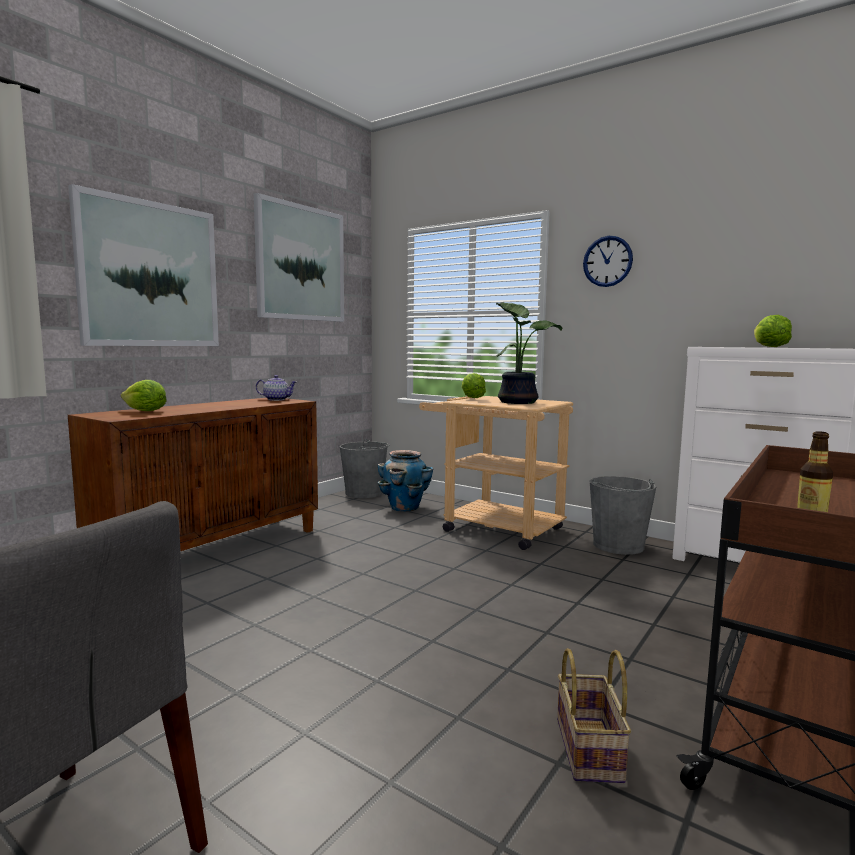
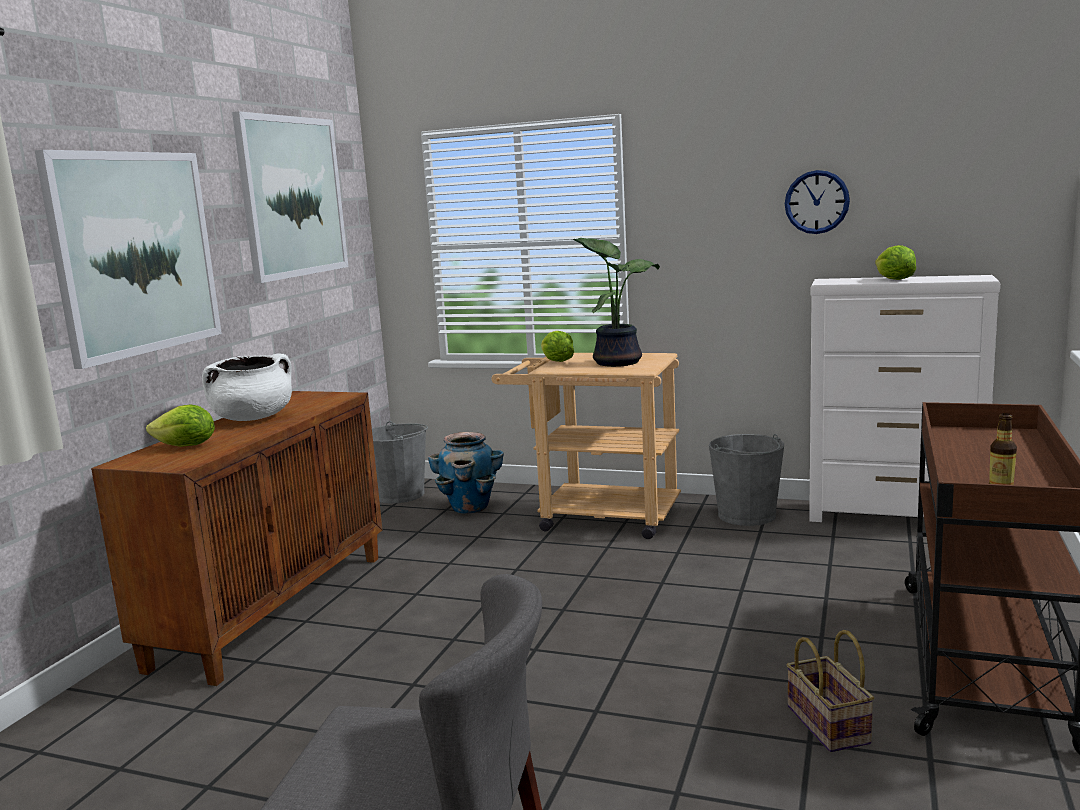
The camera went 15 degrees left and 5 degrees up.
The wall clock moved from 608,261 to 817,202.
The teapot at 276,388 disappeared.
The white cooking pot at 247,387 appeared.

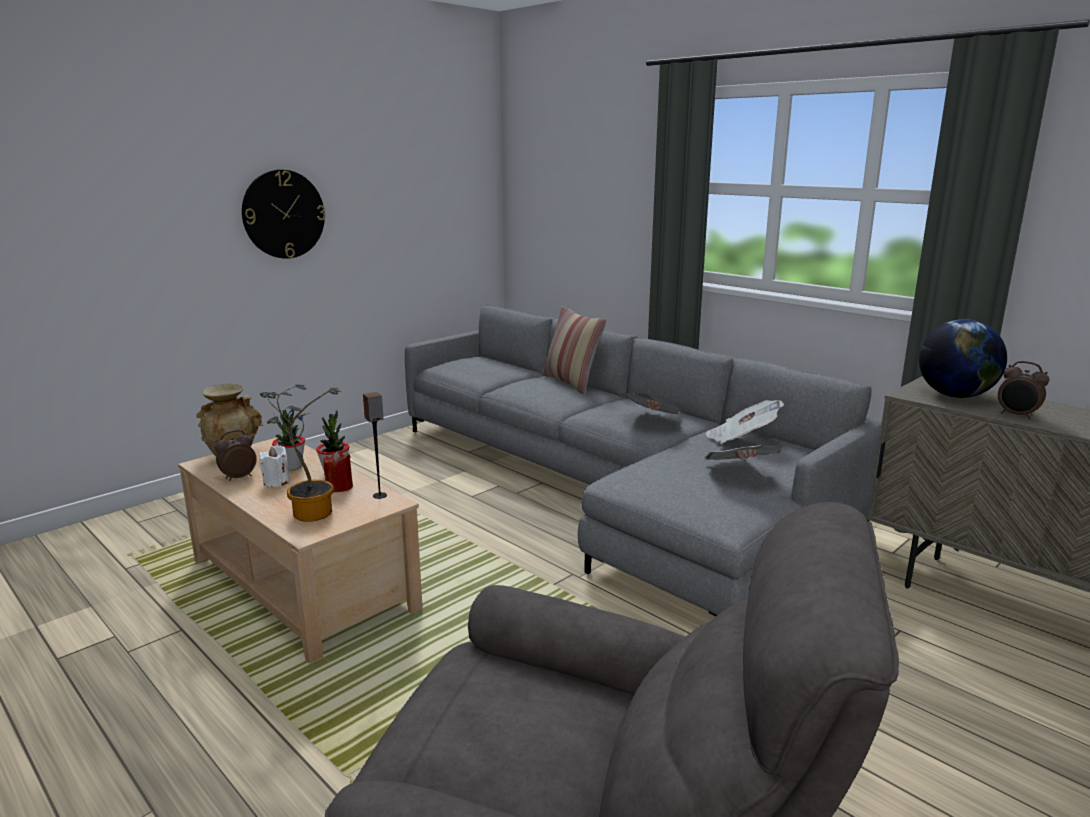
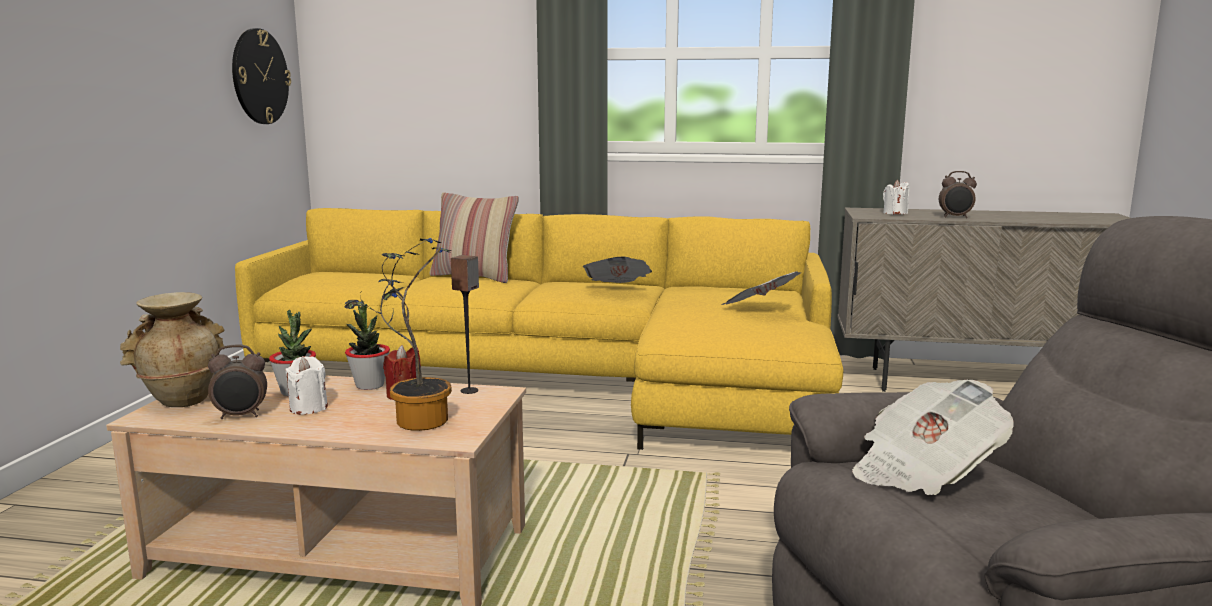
The camera went 35 degrees left and 5 degrees down.
The wall clock moved from 284,214 to 261,76.
The grey sofa at 643,461 became the yellow sofa at 539,329.
The globe at 963,358 was replaced by the white candle at 896,197.
The newspaper moved from 745,422 to 933,437.
The alarm clock at 235,455 turned 120 degrees counterclockwise.

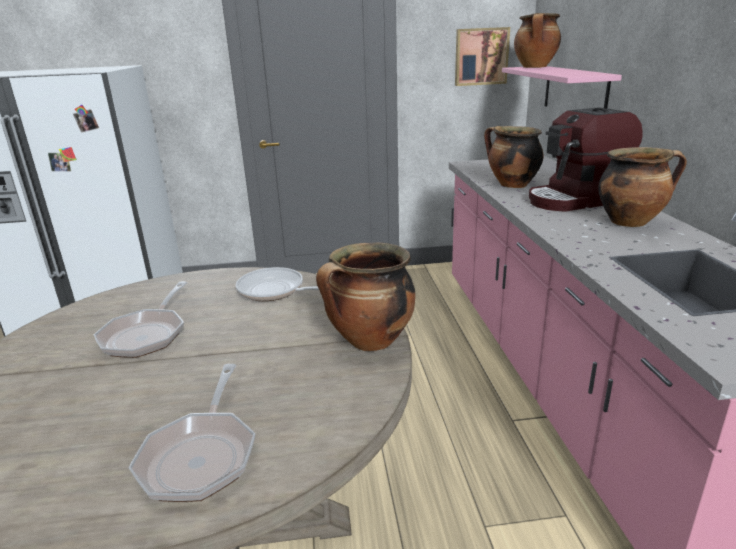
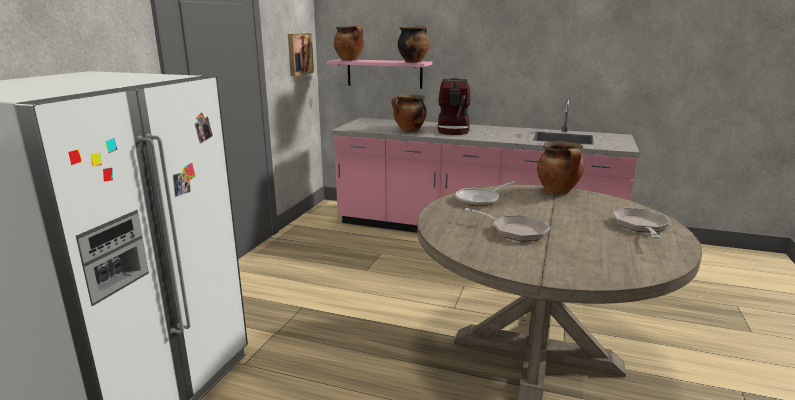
The camera went 65 degrees left and 5 degrees down.
The cooking pot moved from 643,187 to 414,44.
The frying pan at 191,433 turned 105 degrees counterclockwise.

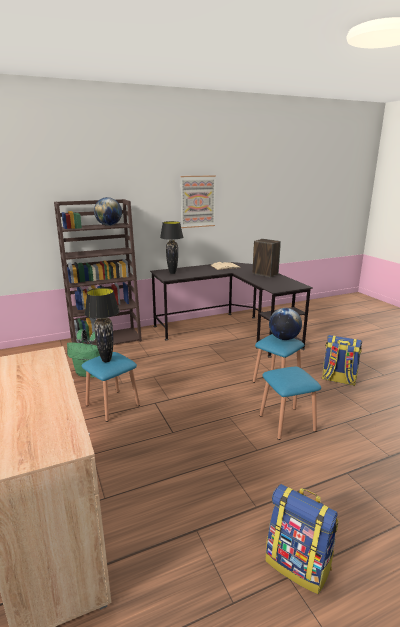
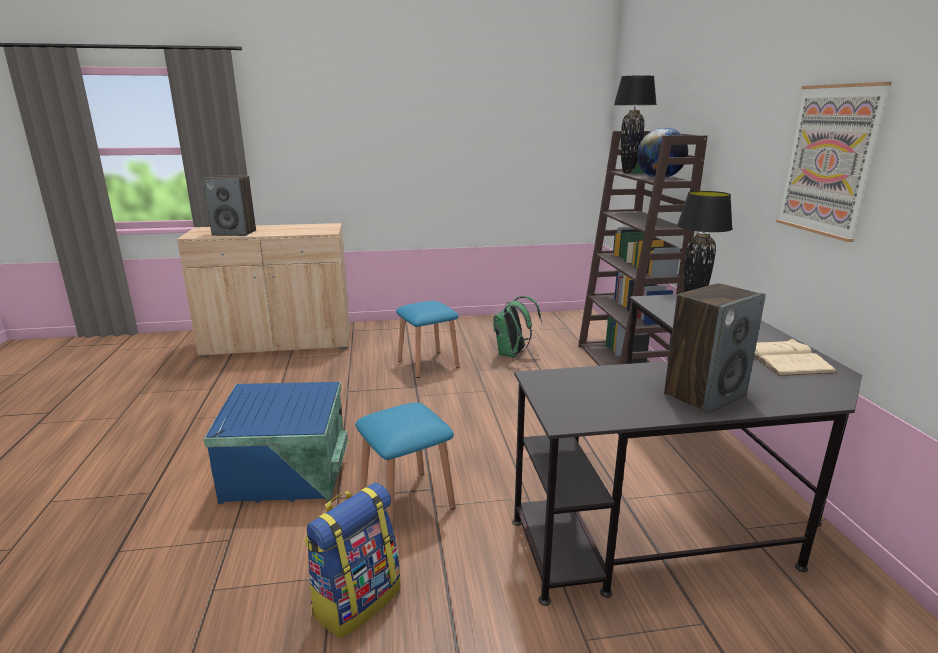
The camera went 105 degrees right and 0 degrees up.
The black table lamp moved from 102,325 to 635,124.
The globe at 285,324 disappeared.
The blue stool at 290,403 was replaced by the blue storage box at 276,443.
The backpack at 302,539 disappeared.
The speaker at 229,206 appeared.

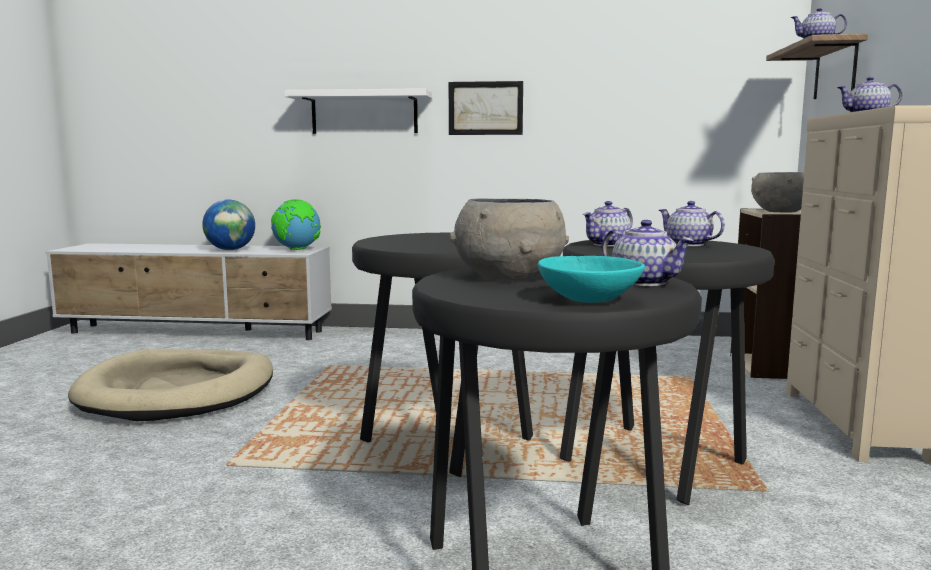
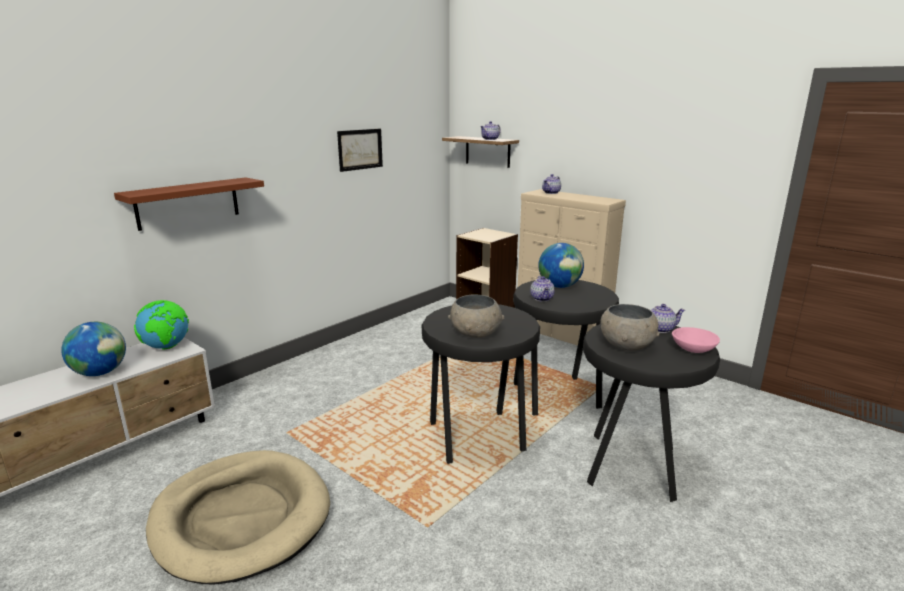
The camera went 55 degrees left and 10 degrees up.
The picture moved from 486,108 to 360,150.
The white shelf at 358,111 became the brown shelf at 189,204.
The grey bowl moved from 777,192 to 476,316.
The teapot at 692,223 was replaced by the globe at 561,265.
The turquoise bowl at 591,279 became the pink bowl at 696,340.

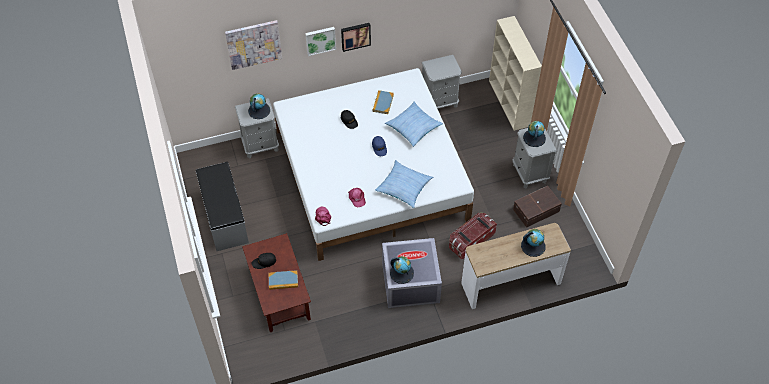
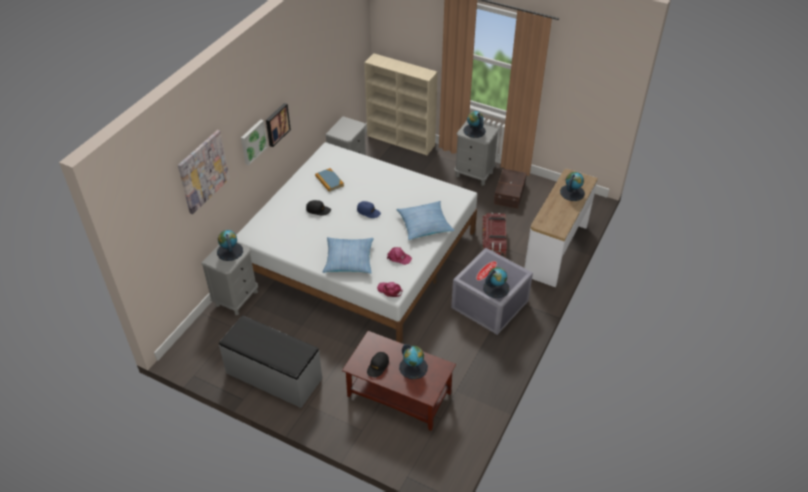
The camera went 45 degrees left and 10 degrees down.
The pillow moved from 414,124 to 348,255.
The book at 283,280 was replaced by the globe at 413,361.

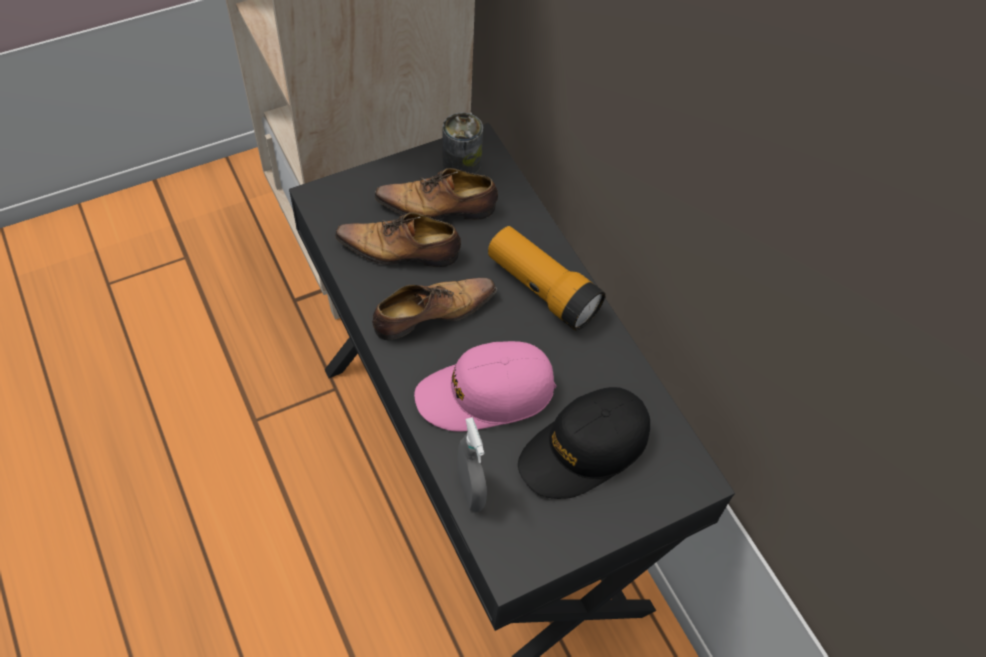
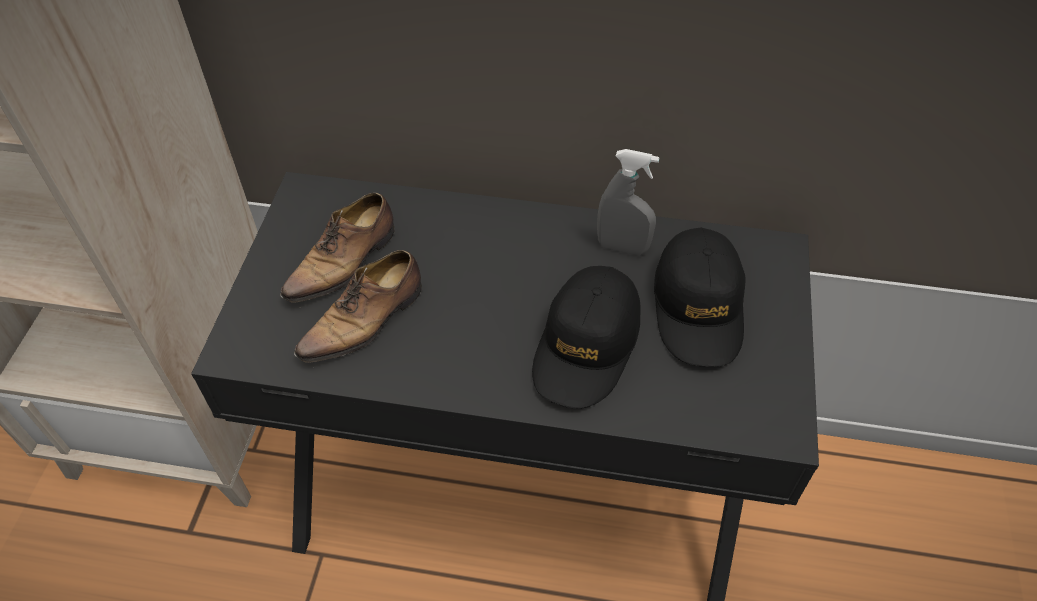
The camera went 50 degrees left and 5 degrees down.
The can at 462,143 disappeared.
The flashlight at 546,278 disappeared.
The shoe at 434,309 disappeared.
The pink cap at 485,386 became the black cap at 586,337.
The grey spray bottle moved from 472,464 to 628,202.

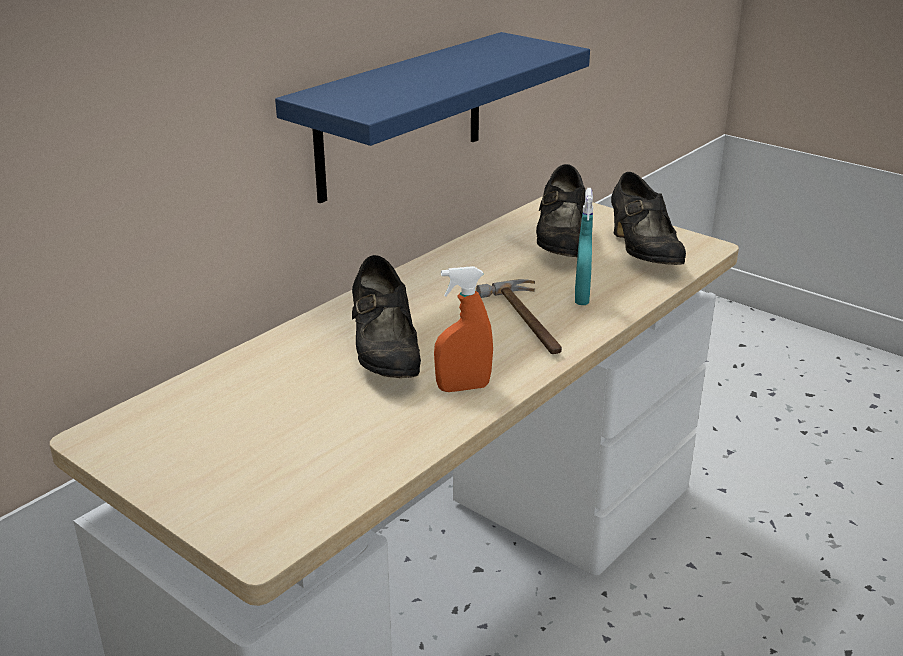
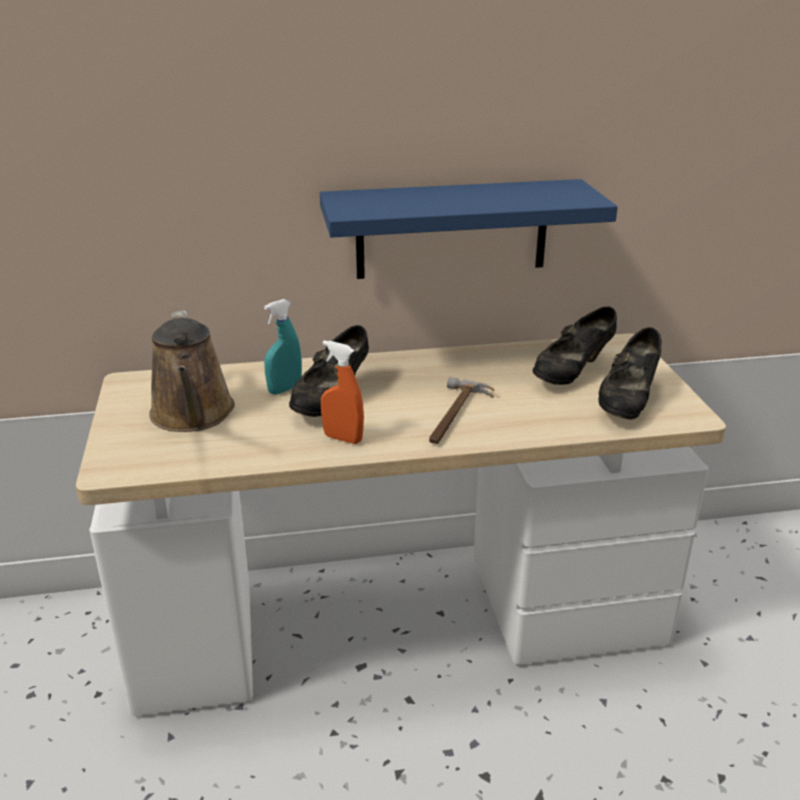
The camera went 40 degrees right and 0 degrees up.
The turquoise spray bottle moved from 584,246 to 283,347.
The brown watering can at 192,371 appeared.

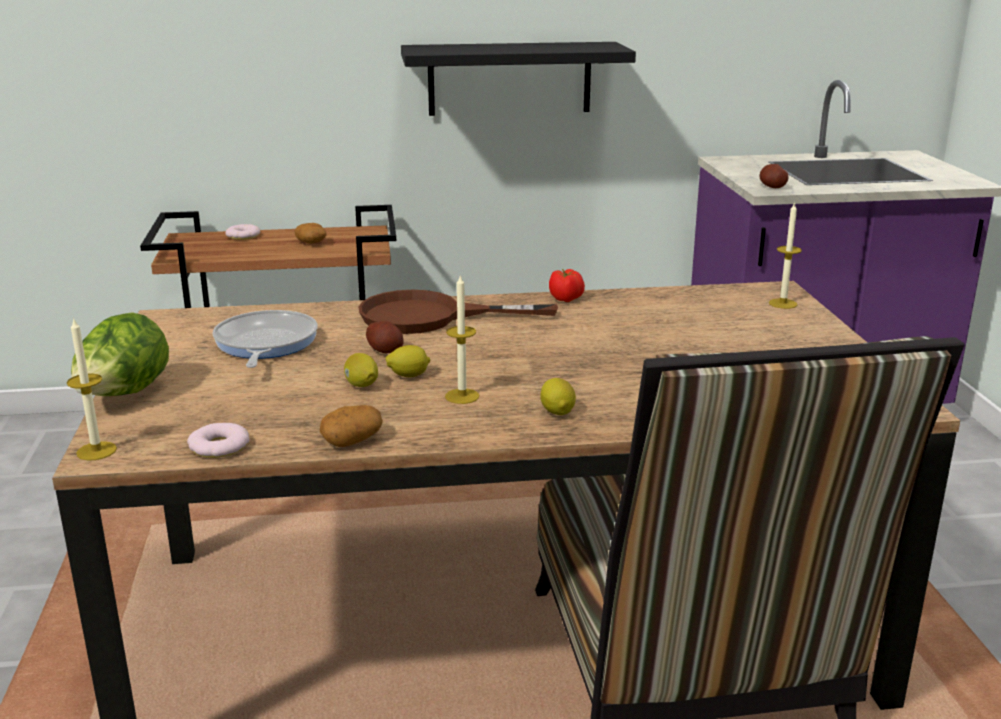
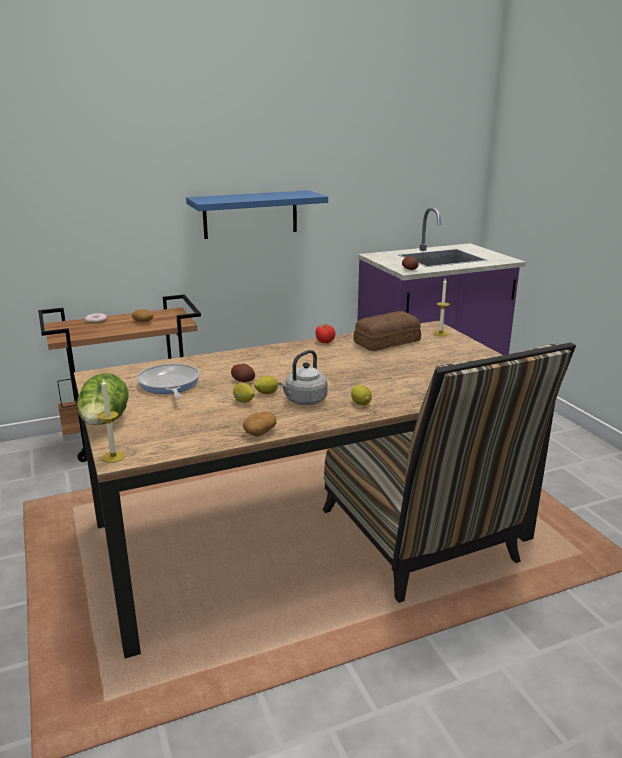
The camera went 15 degrees left and 0 degrees up.
The black shelf at 518,79 became the blue shelf at 257,214.
The candle at 462,339 was replaced by the grey kettle at 303,377.
The brown frying pan at 458,312 disappeared.
The donut at 218,440 disappeared.
The bread at 387,331 appeared.

